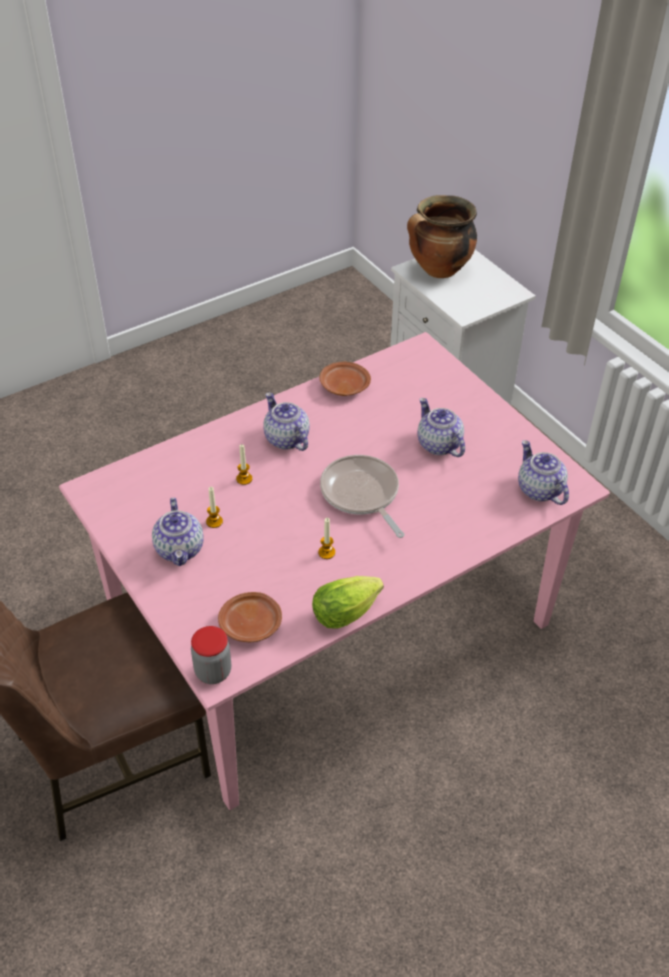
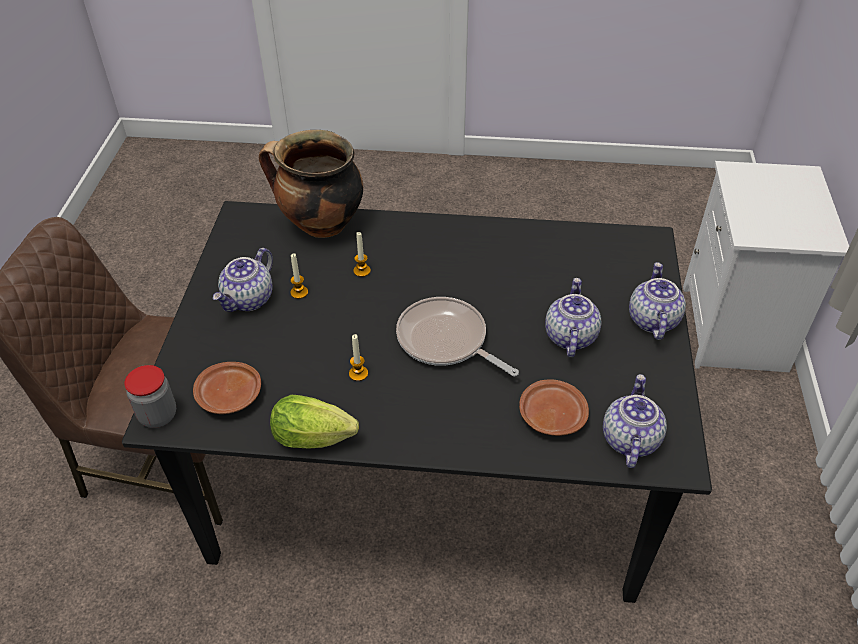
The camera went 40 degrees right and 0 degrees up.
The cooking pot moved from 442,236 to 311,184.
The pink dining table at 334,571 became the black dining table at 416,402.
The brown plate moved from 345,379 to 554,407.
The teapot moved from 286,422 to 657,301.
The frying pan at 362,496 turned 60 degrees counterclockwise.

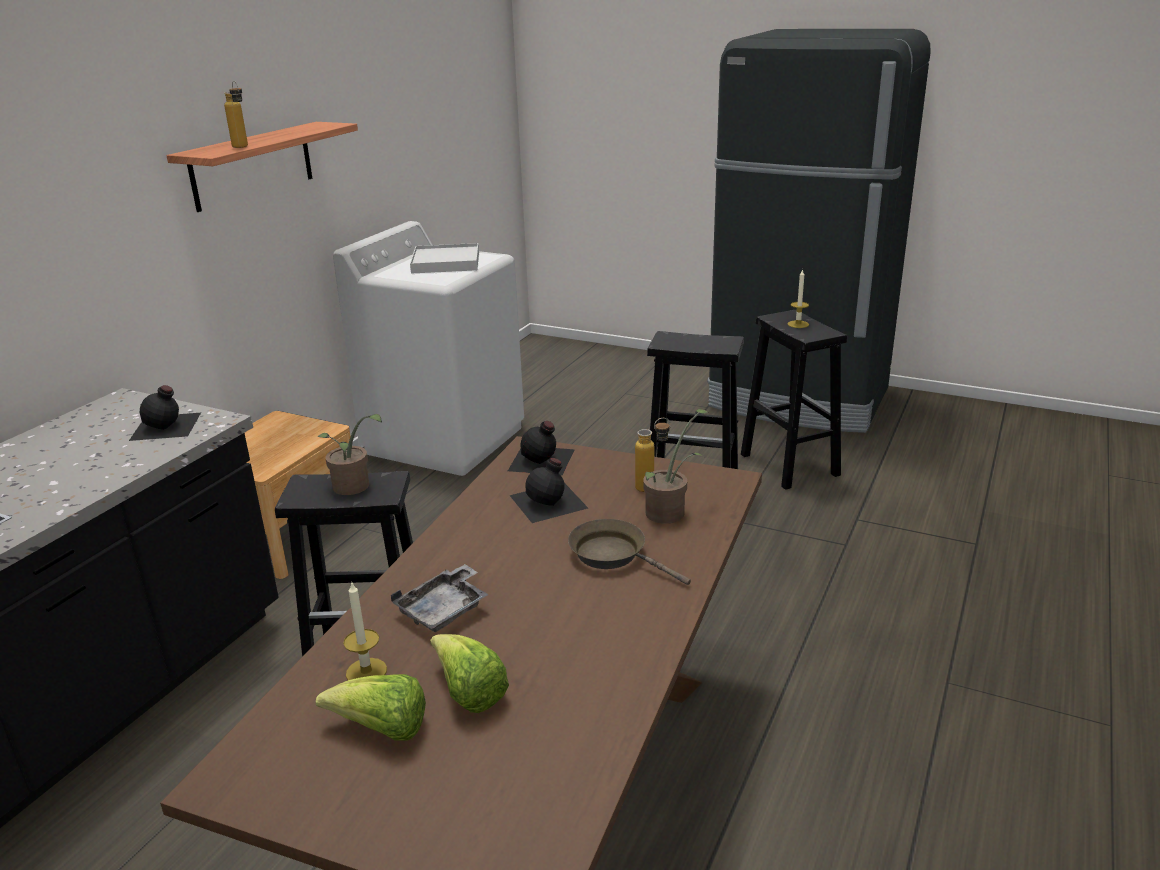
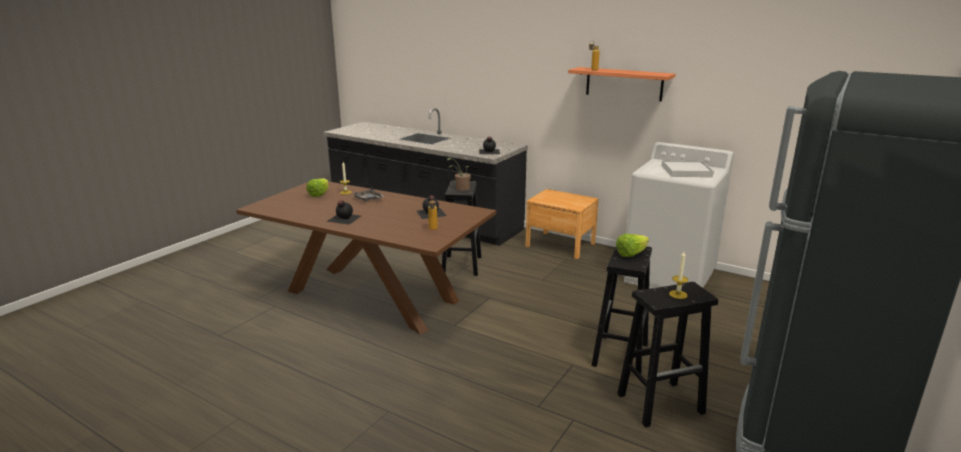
The camera went 95 degrees right and 5 degrees down.
The potted plant at 675,466 disappeared.
The black bottle moved from 541,448 to 343,212.
The brown frying pan at 629,552 disappeared.
The lettuce moved from 469,673 to 632,245.

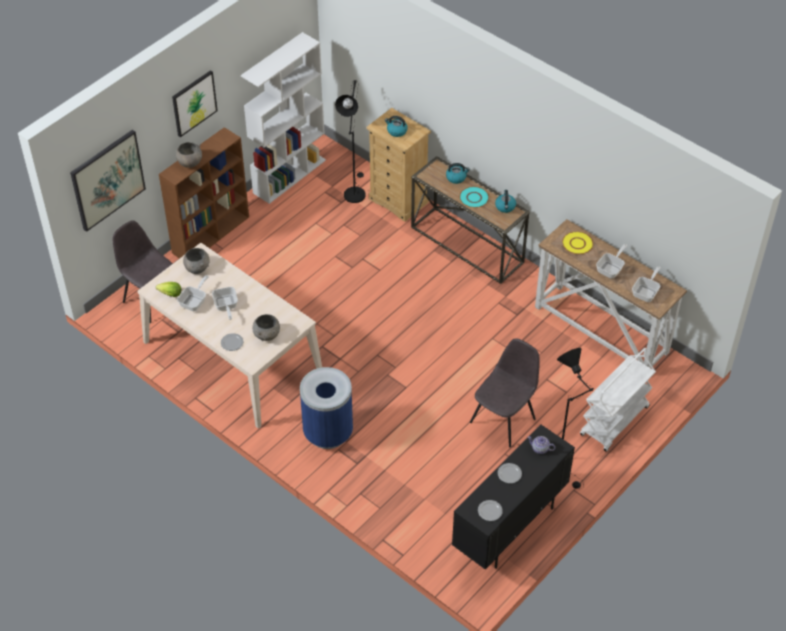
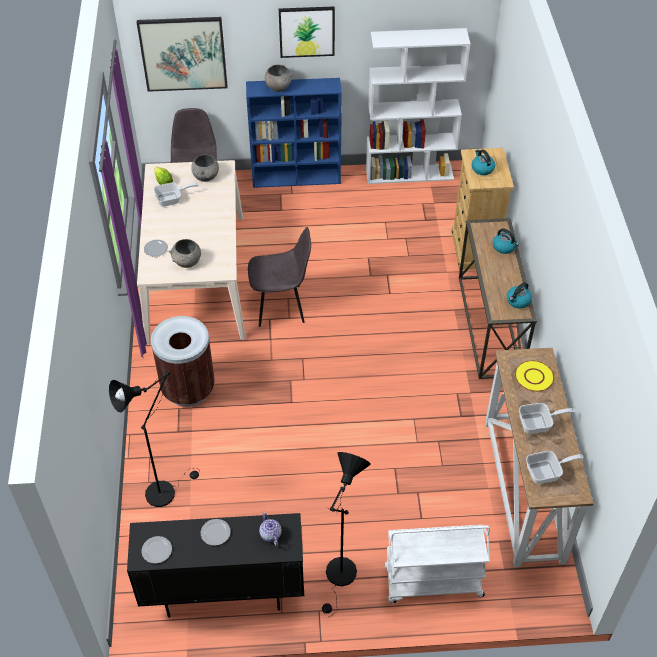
The camera went 45 degrees right and 0 degrees up.
The black floor lamp moved from 350,141 to 154,438.
The brown bookcase at 204,193 became the blue bookcase at 294,133.
The turquoise plate at 474,197 disappeared.
The frying pan at 225,303 disappeared.
The grey chair moved from 505,392 to 279,277.
The blue trash can at 326,408 became the brown trash can at 183,361.

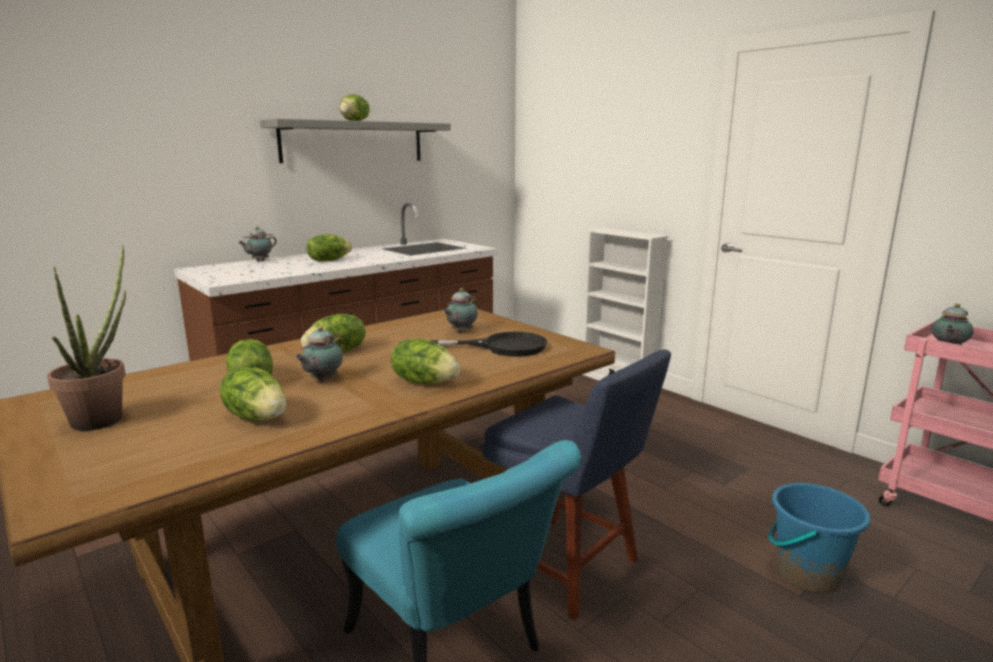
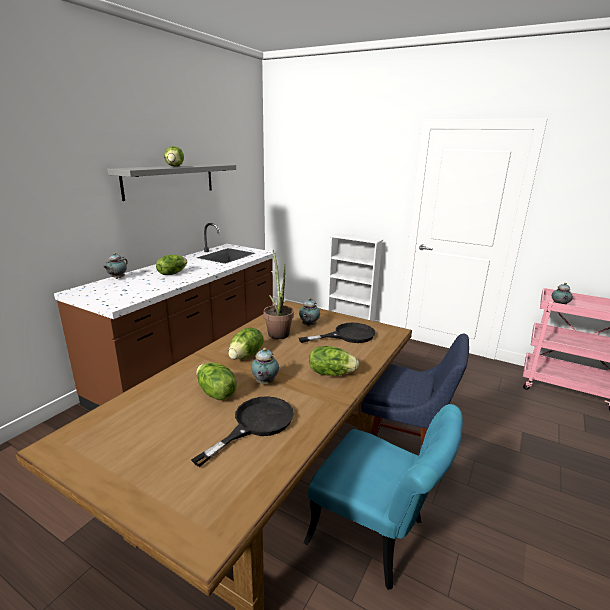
The camera went 20 degrees left and 5 degrees up.
The potted plant moved from 86,338 to 278,295.
The lettuce at 253,394 was replaced by the black frying pan at 242,431.
The blue bucket at 819,538 disappeared.

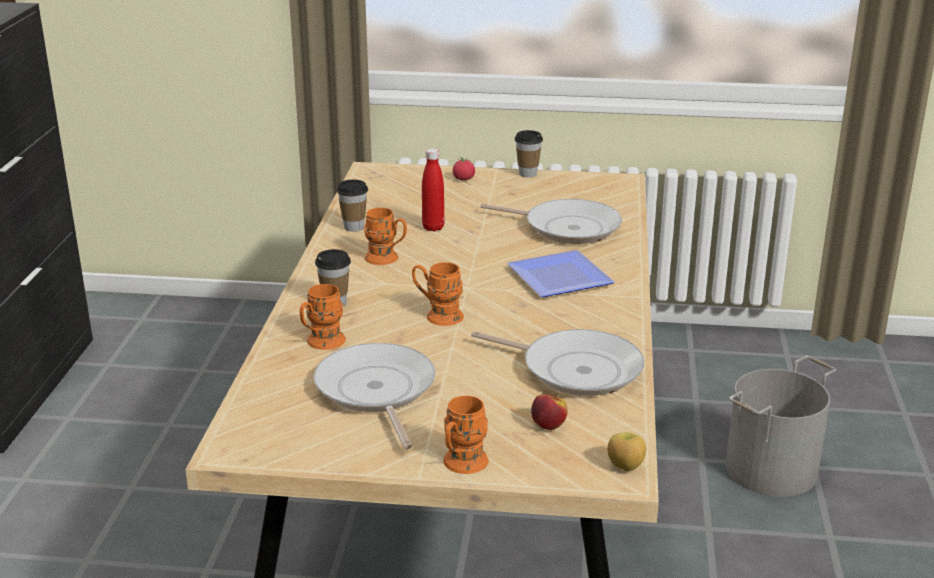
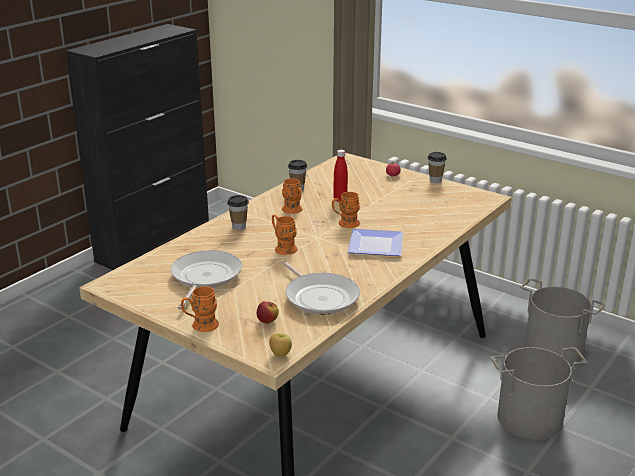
The camera went 30 degrees right and 0 degrees up.
The frying pan at 551,221 disappeared.
The orange mug moved from 323,317 to 346,210.
The grey bucket at 562,322 appeared.

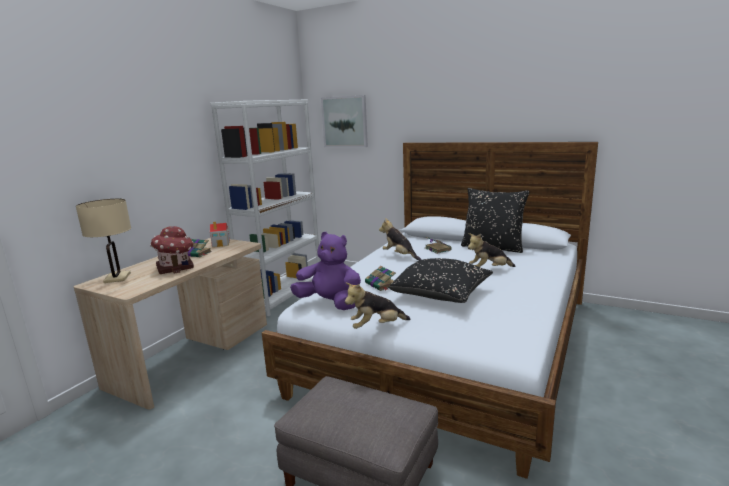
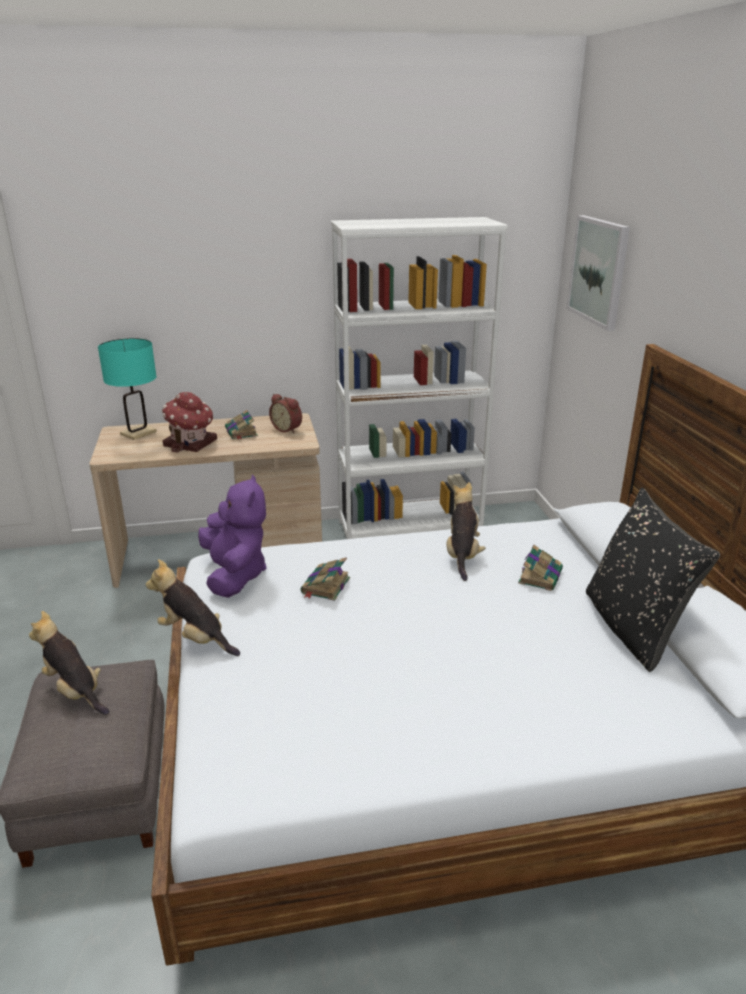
The camera went 50 degrees right and 10 degrees up.
The beige table lamp at 103,241 became the turquoise table lamp at 127,389.
The toy house at 220,234 was replaced by the alarm clock at 285,413.
The plush toy moved from 491,250 to 69,663.
The black pillow at 441,280 disappeared.

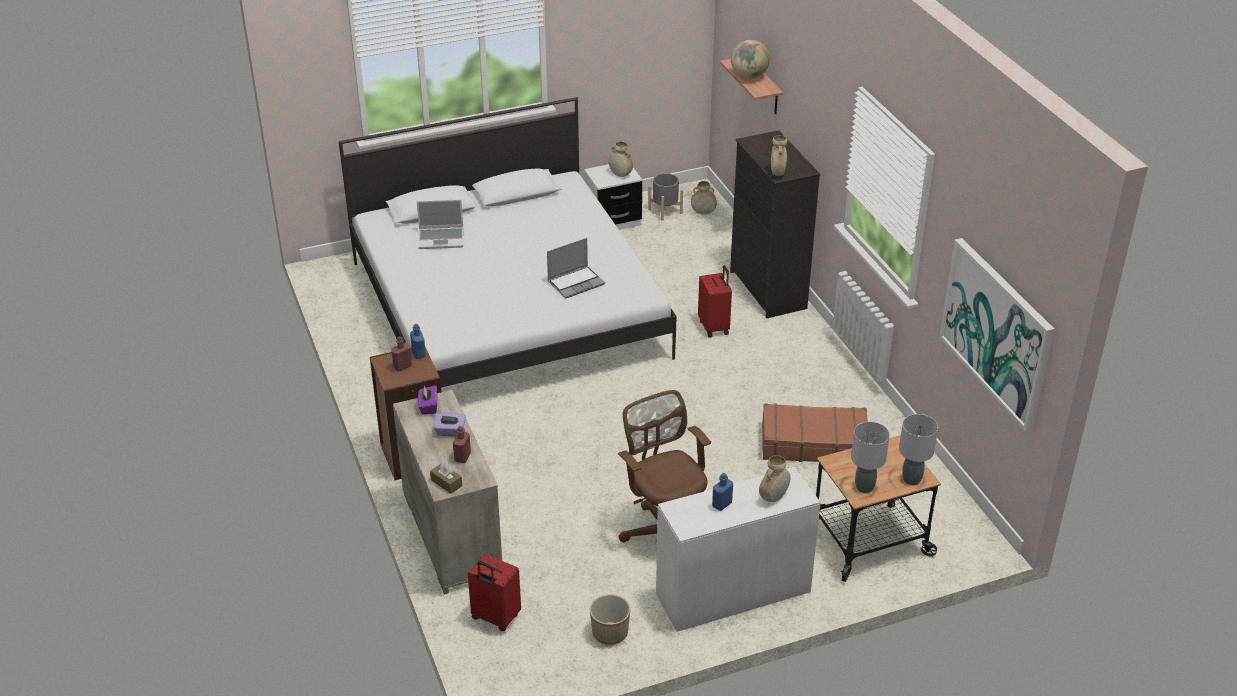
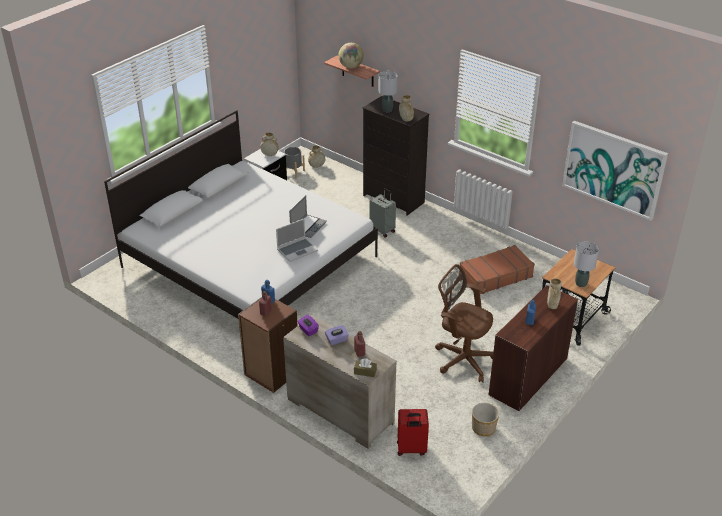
The camera went 30 degrees left and 0 degrees up.
The laptop moved from 439,224 to 297,240.
The red suitcase at 715,301 became the grey suitcase at 382,212.
The grey table lamp moved from 918,449 to 388,91.
The white desk at 738,549 became the brown desk at 533,348.

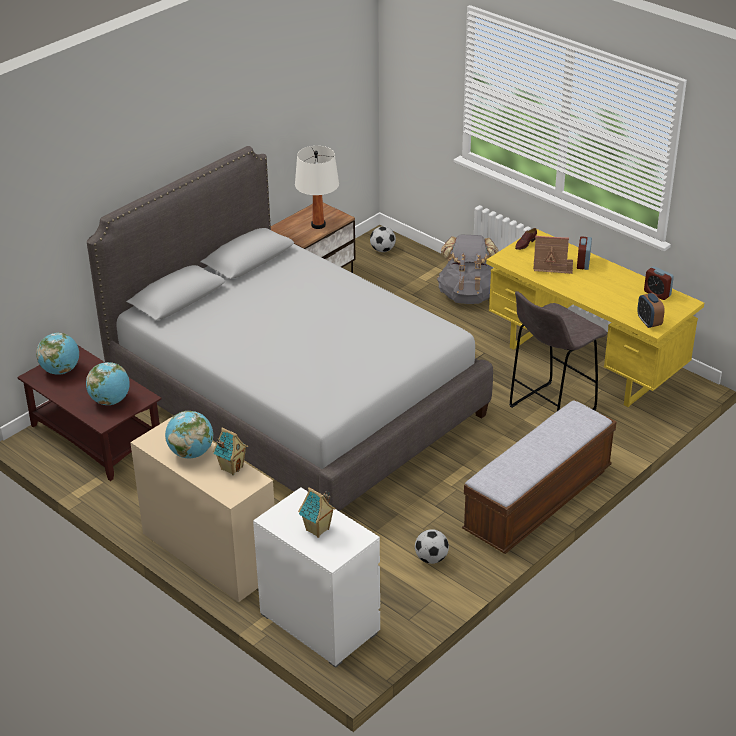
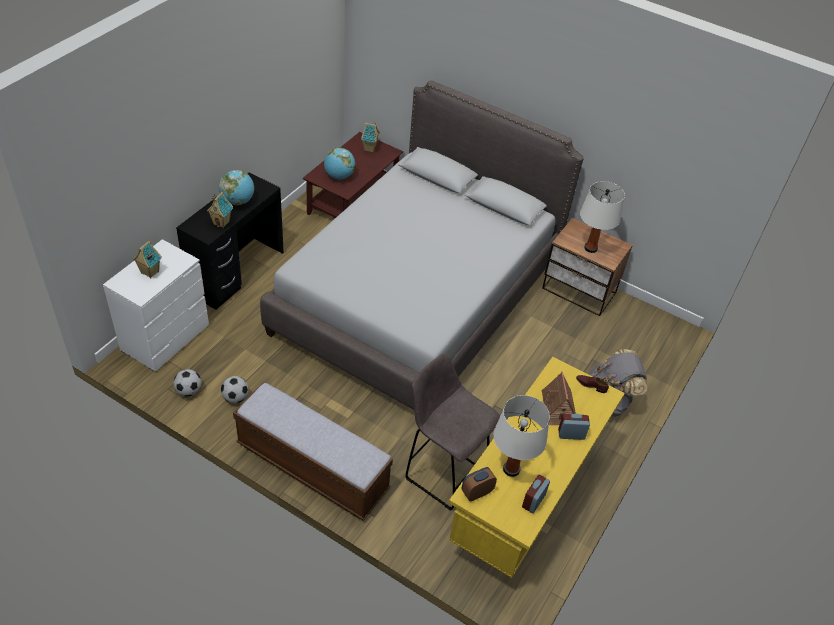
The camera went 75 degrees right and 10 degrees up.
The football moved from 383,239 to 187,383.
The globe at 57,354 was replaced by the toy house at 370,137.
The beige desk at 202,509 became the black desk at 230,241.
The white table lamp at 522,436 appeared.

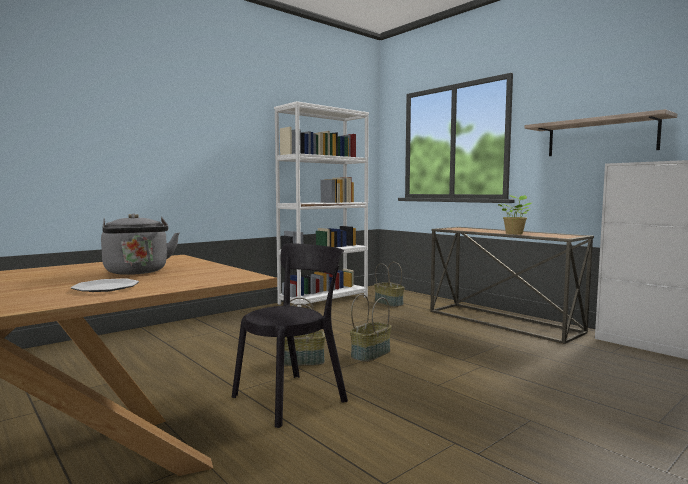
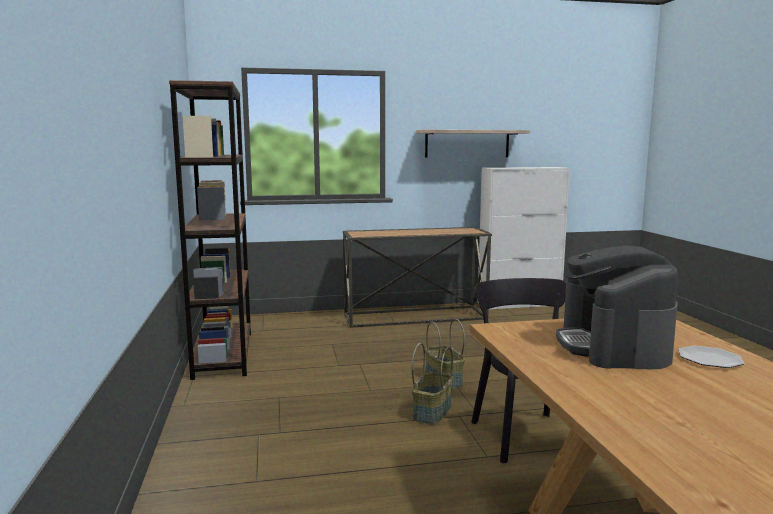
The camera went 60 degrees left and 5 degrees up.
The white bookcase at 321,204 became the brown bookcase at 210,230.
The potted plant at 515,214 disappeared.
The grey kettle at 140,244 was replaced by the coffee machine at 617,307.
The basket at 389,284 disappeared.

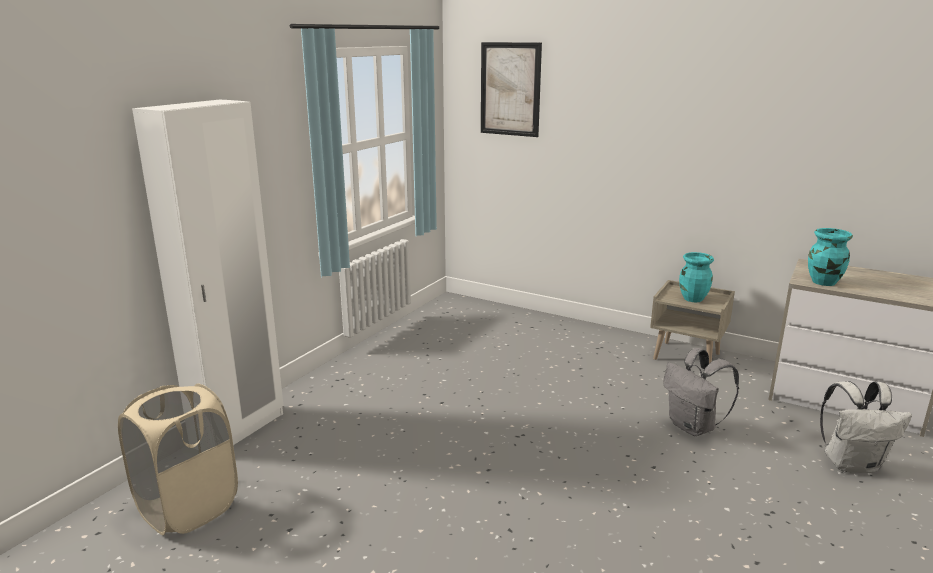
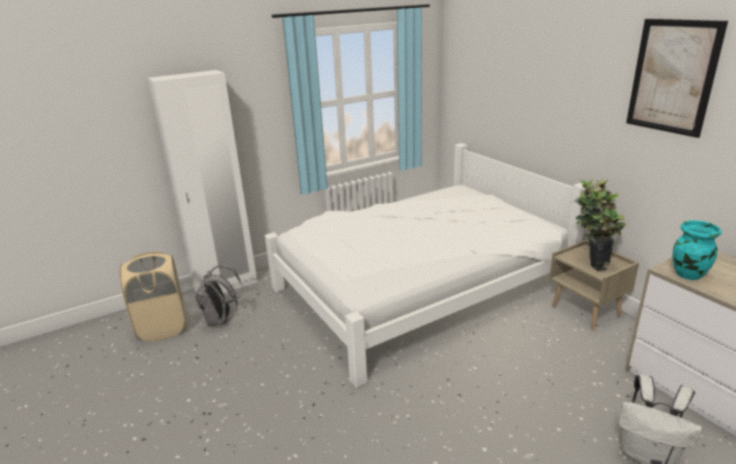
The camera went 30 degrees right and 5 degrees up.
The picture moved from 511,89 to 677,78.
The turquoise vase at 696,277 was replaced by the potted plant at 600,225.
The grey backpack moved from 701,392 to 219,295.
The white bed at 425,265 appeared.

